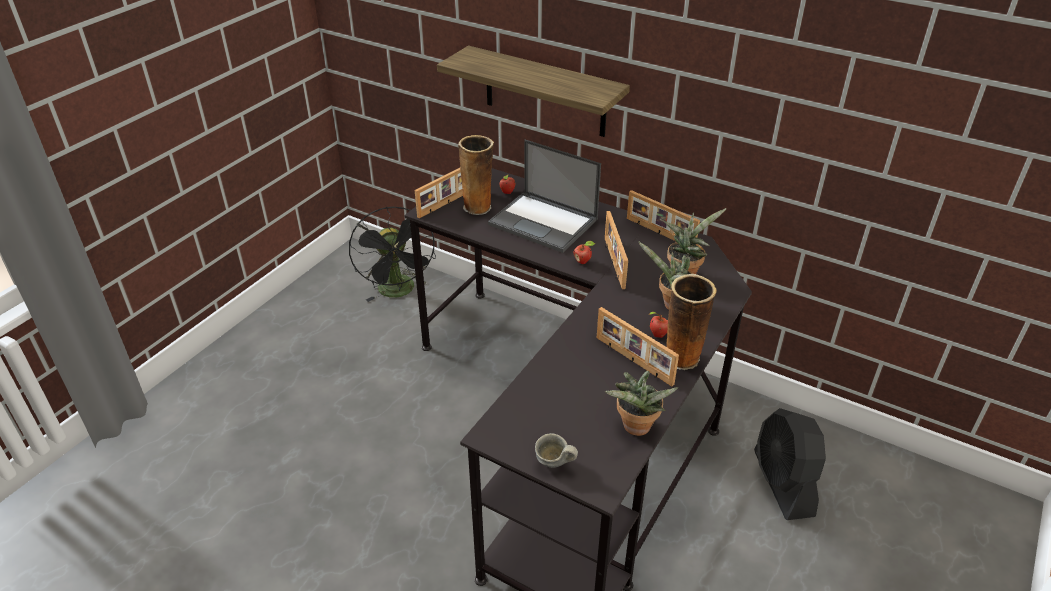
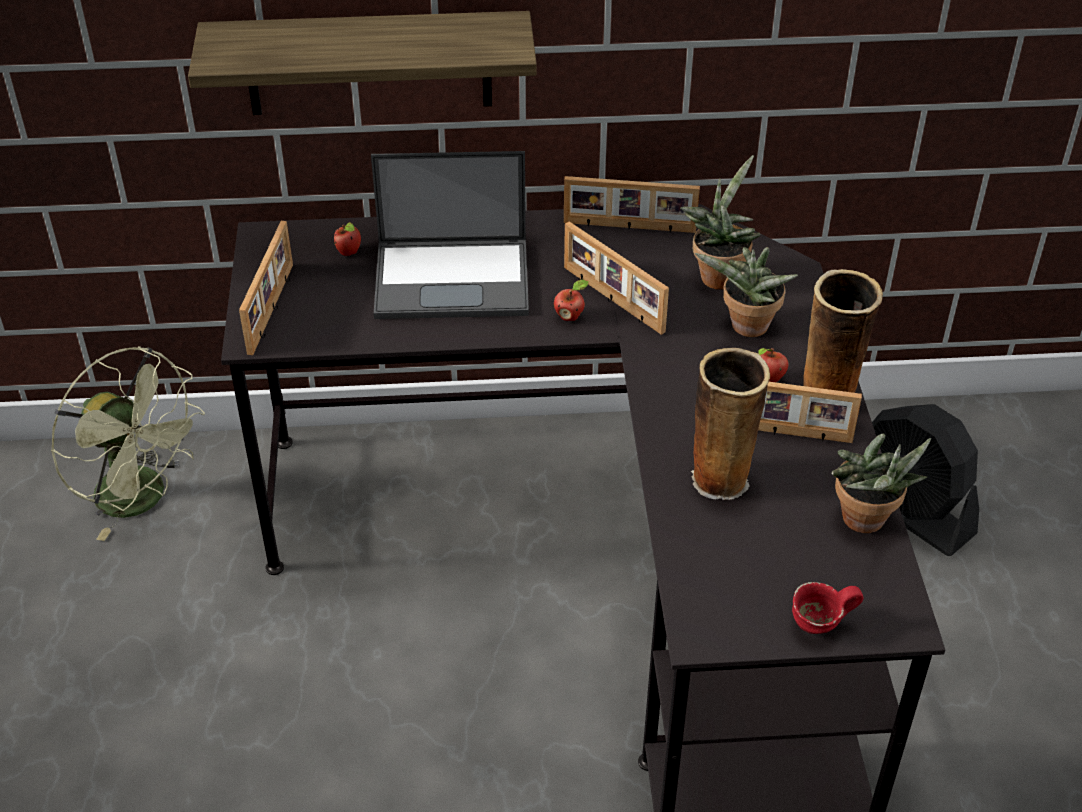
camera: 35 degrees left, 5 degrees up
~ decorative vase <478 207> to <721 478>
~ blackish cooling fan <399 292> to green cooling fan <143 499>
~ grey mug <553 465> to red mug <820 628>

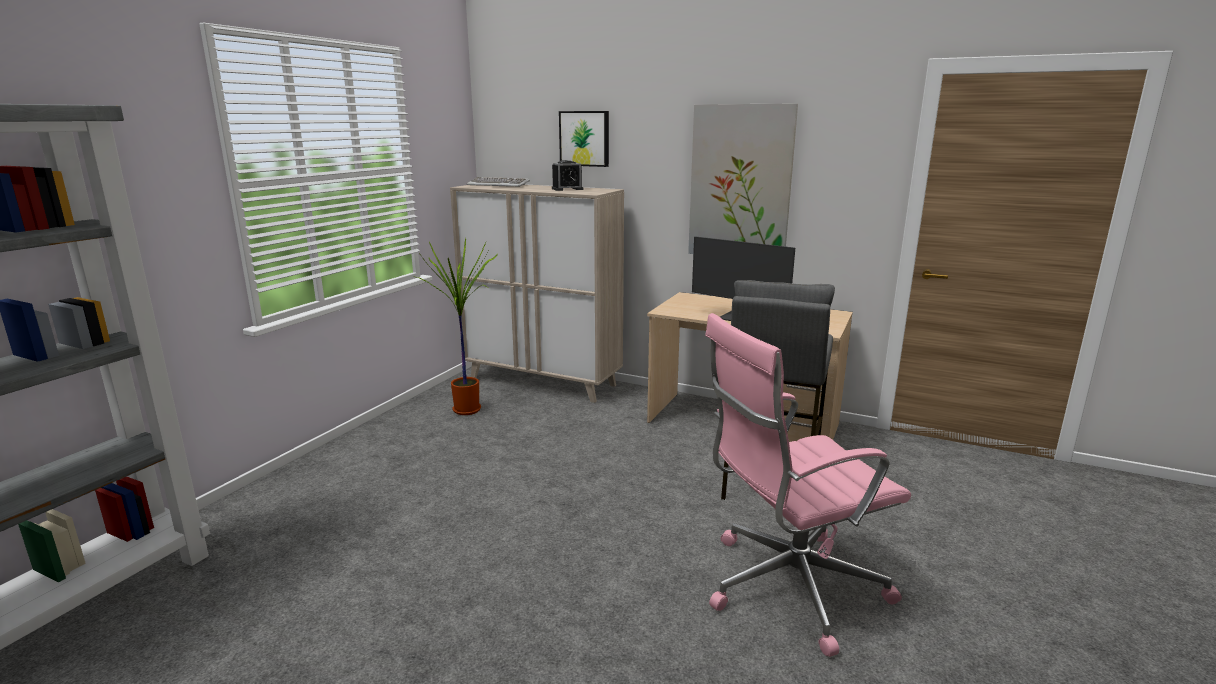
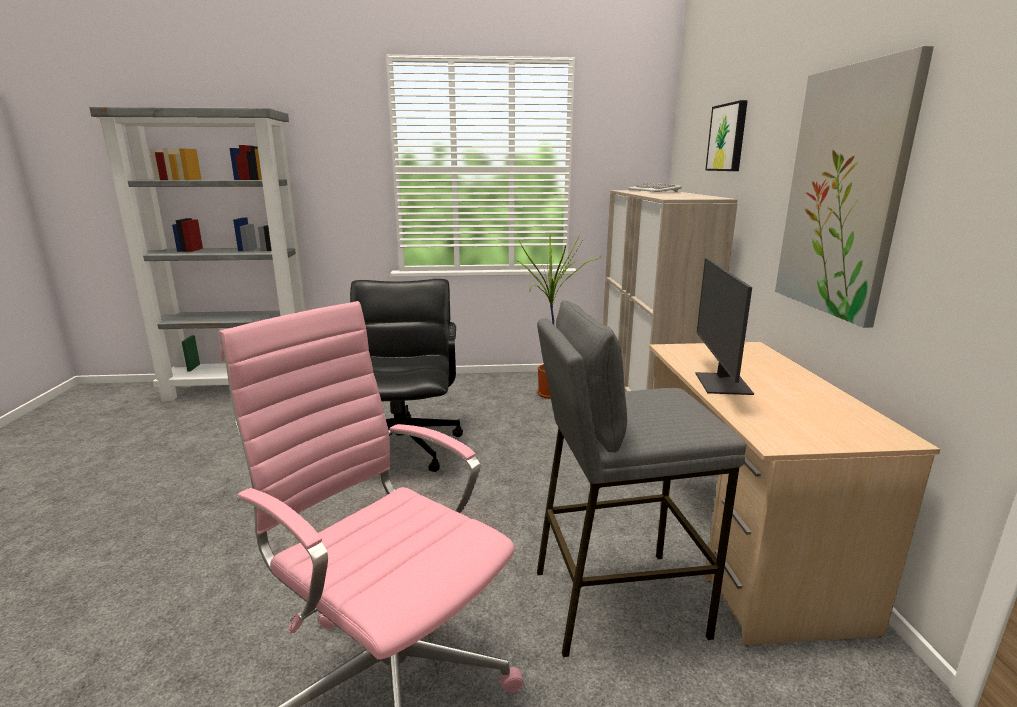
camera: 60 degrees right, 0 degrees up
- bedside clock <567 189>
+ blackish computer chair <403 446>

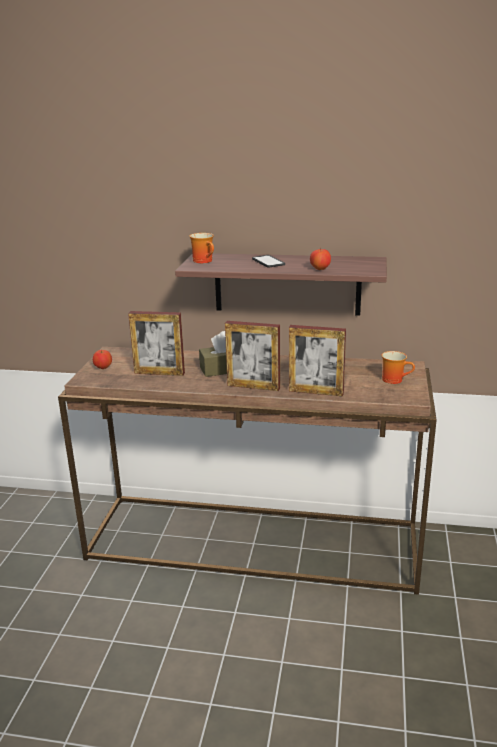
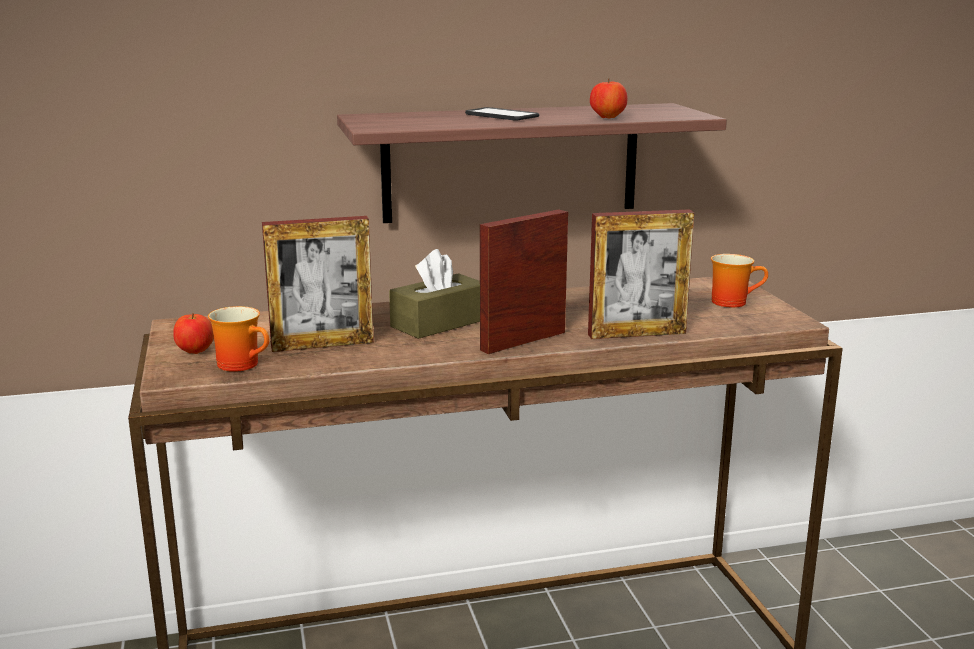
camera: 25 degrees left, 5 degrees down
~ mug <205 261> to <244 364>
~ photo frame <253 387> = <523 341> 150 degrees clockwise

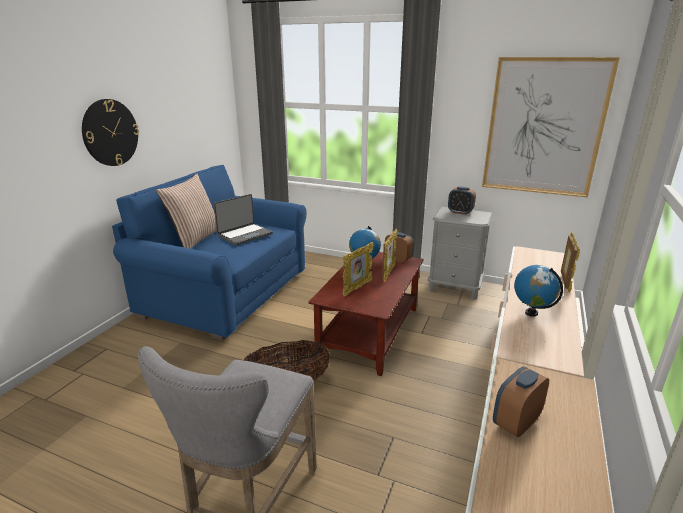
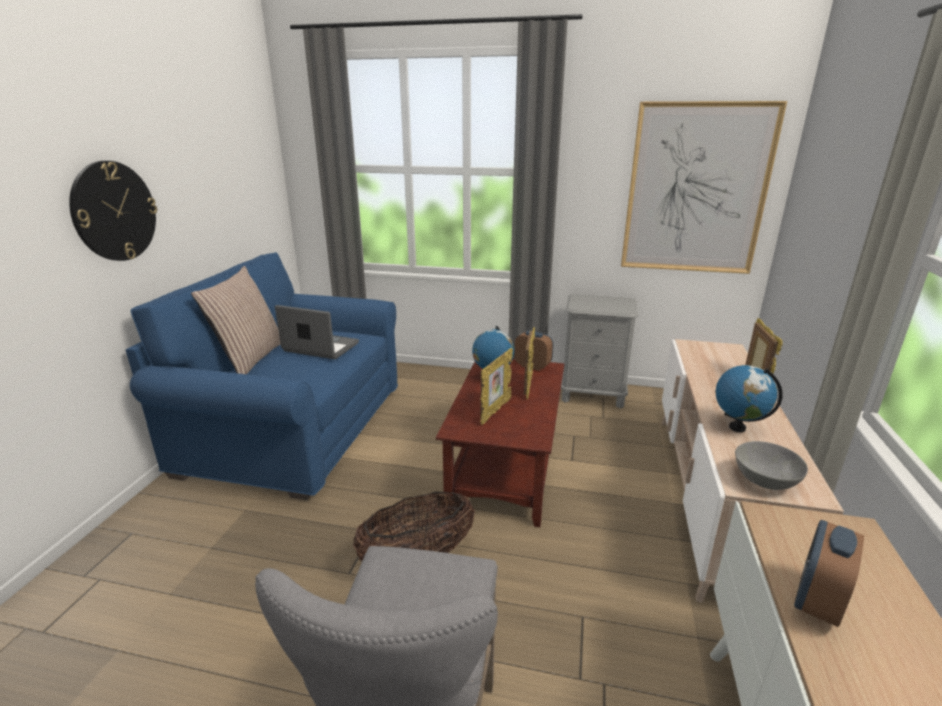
camera: 10 degrees left, 0 degrees up
- bedside clock <460 212>
~ laptop <244 235> = <320 348> 105 degrees counterclockwise
+ grey serving bowl <765 481>

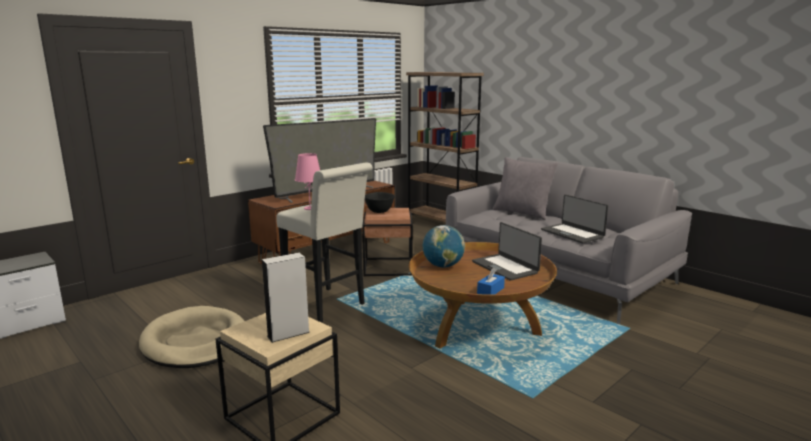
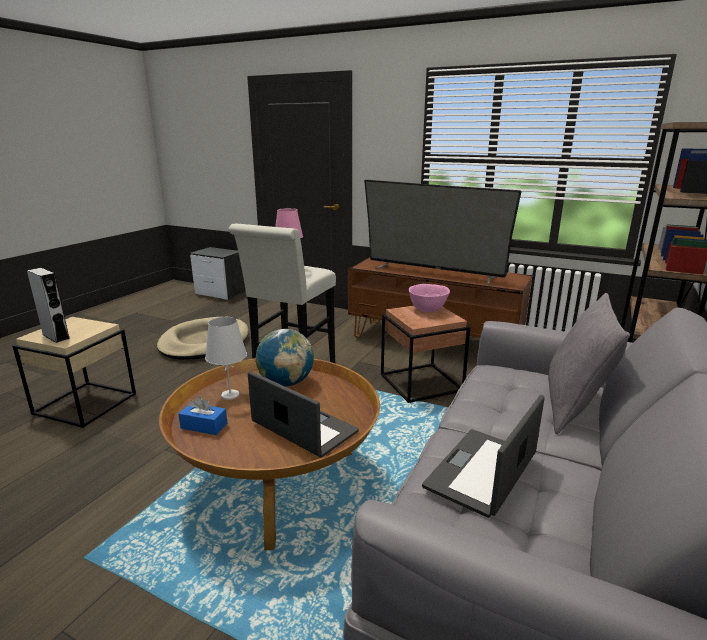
camera: 70 degrees right, 5 degrees up
~ blackish serving bowl <379 211> to pink-coloured serving bowl <428 310>
~ laptop <505 267> = <303 428> 90 degrees clockwise
+ whitish table lamp <230 395>

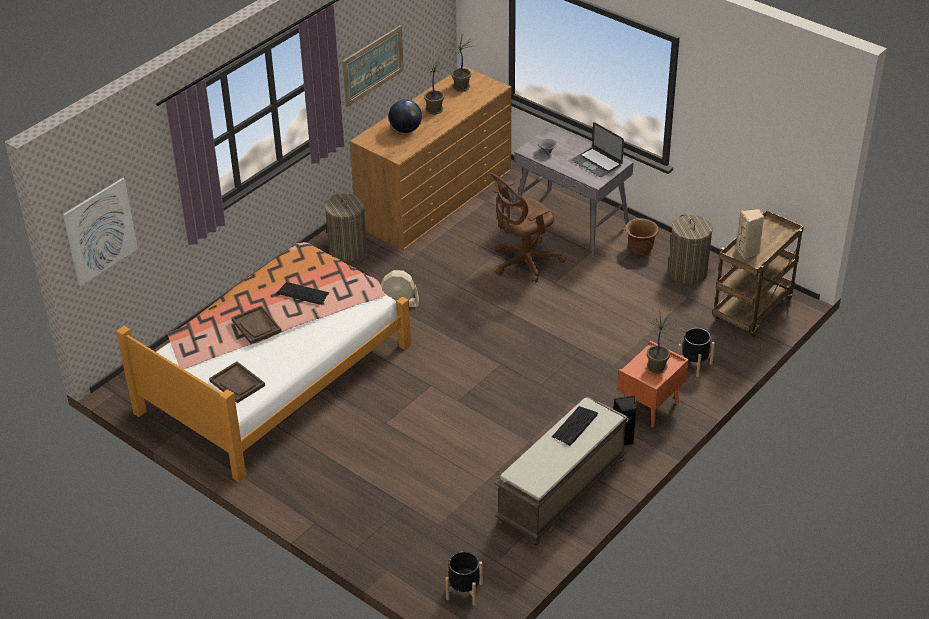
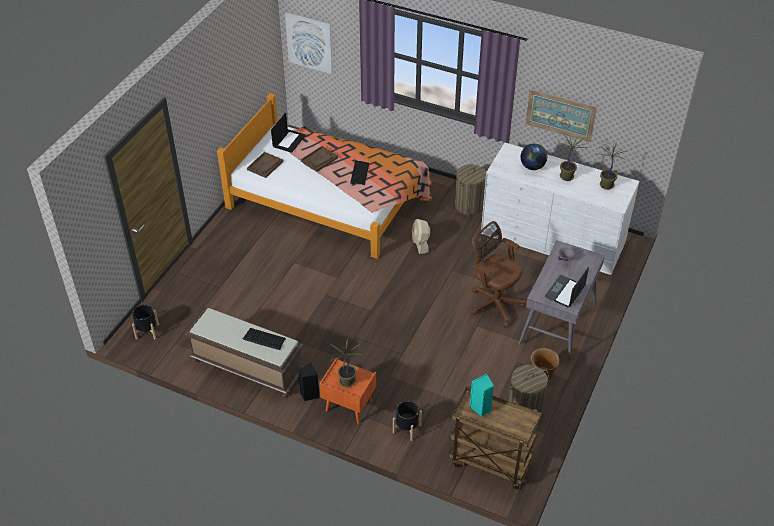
camera: 75 degrees right, 5 degrees up
~ brown dresser <435 197> to whitish dresser <552 238>
~ sand-coloured loudspeaker <748 252> to turquoise loudspeaker <481 408>
+ laptop <289 140>

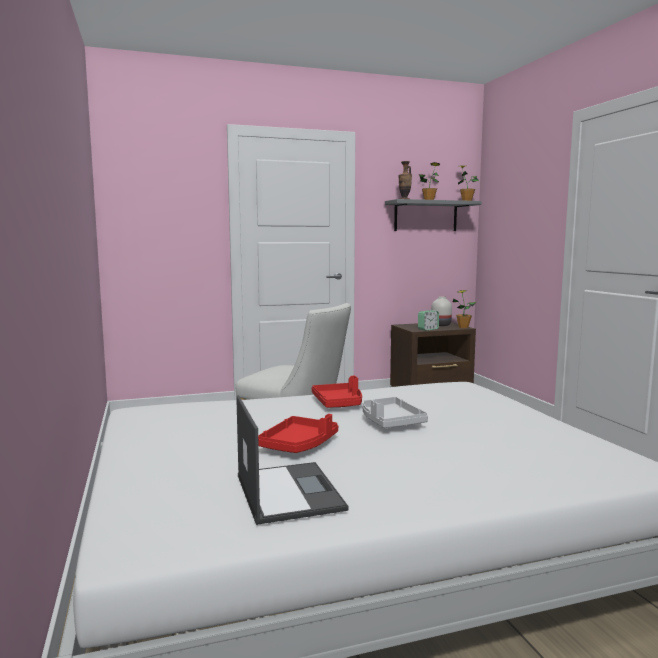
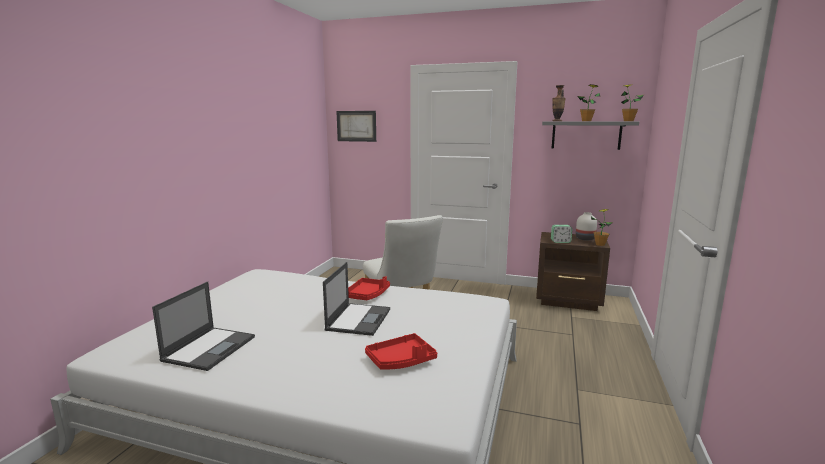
camera: 35 degrees right, 5 degrees up
~ grey tray <390 422> to laptop <359 319>
~ red tray <299 445> to <401 360>
+ wall picture <356 126>

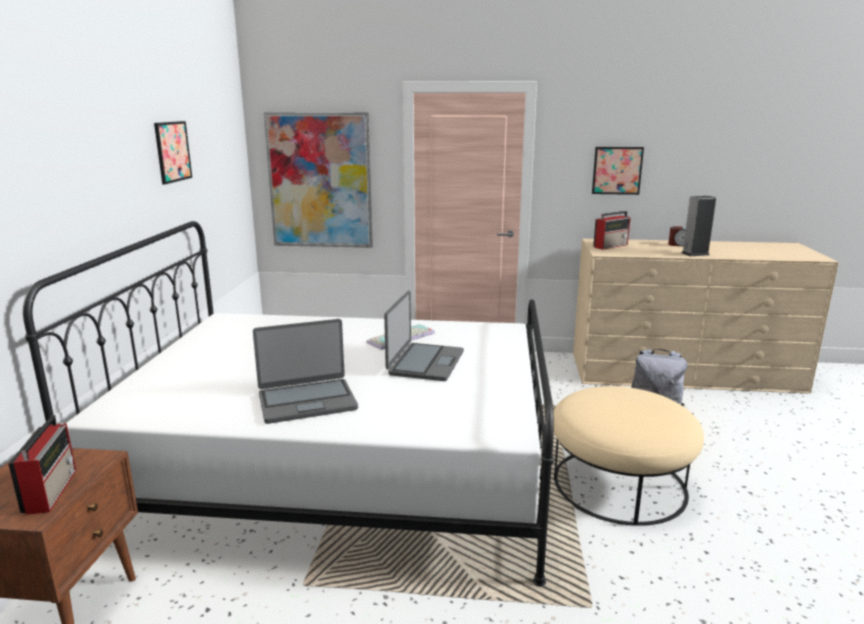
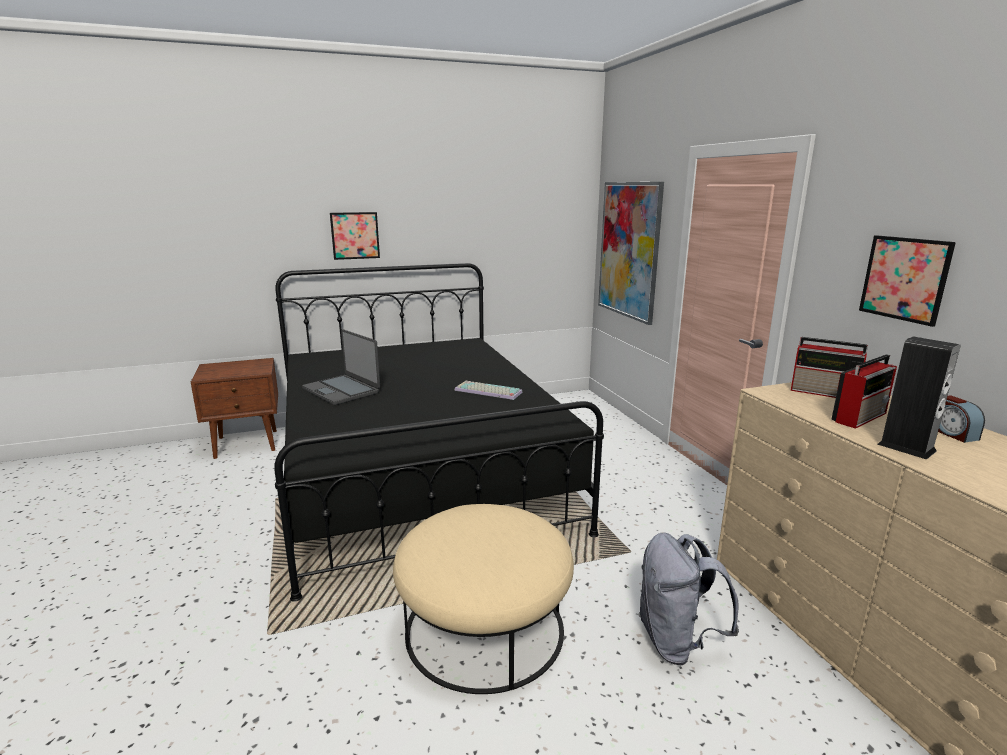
camera: 65 degrees right, 0 degrees up
~ wall picture <172 151> to <355 235>
~ whitish sleeping bed <342 468> to blackish sleeping bed <417 472>
- laptop <425 363>
~ radio receiver <51 490> to <860 417>

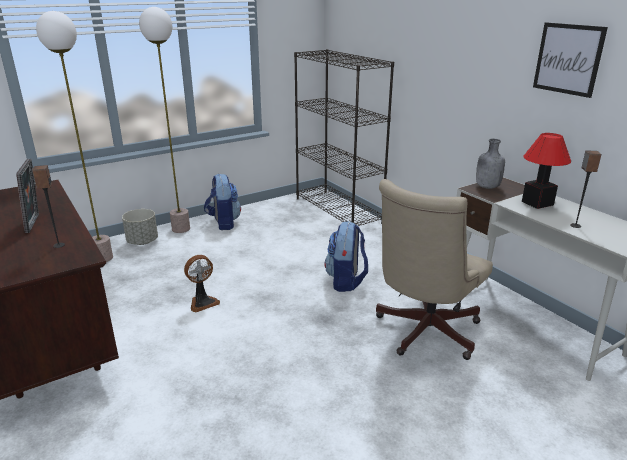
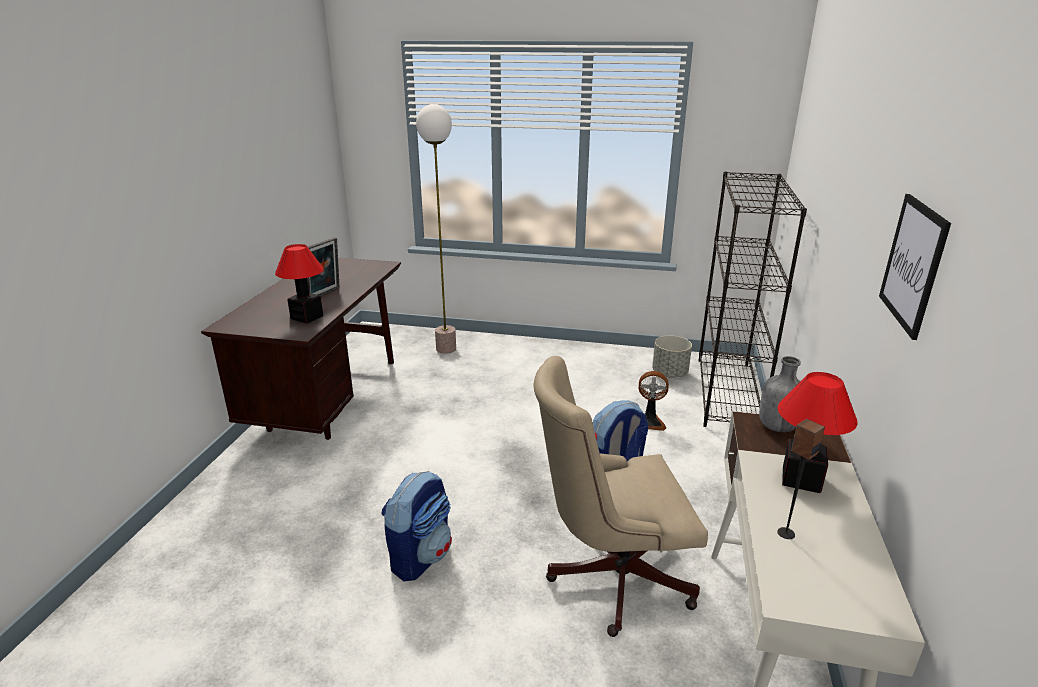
camera: 45 degrees right, 0 degrees up
- standing lamp <181 229>
~ loudspeaker <58 245> to table lamp <306 317>
~ backpack <223 223> to <420 556>
~ grey planter <143 241> to <670 373>
~ cooling fan <202 302> to <649 422>

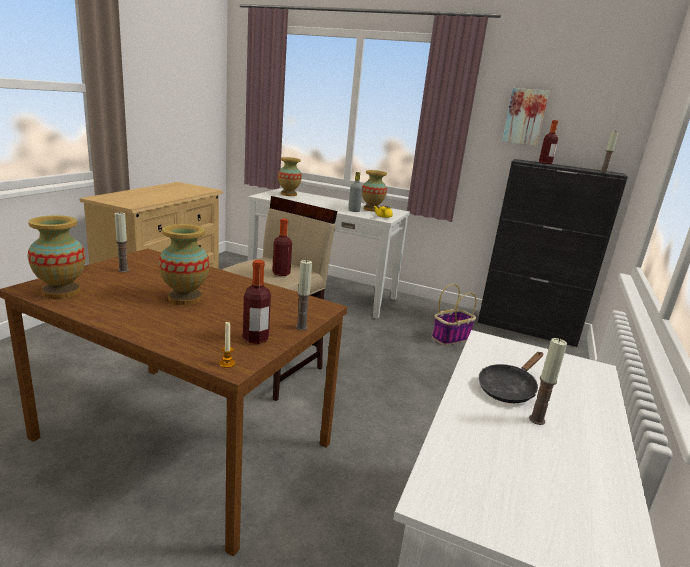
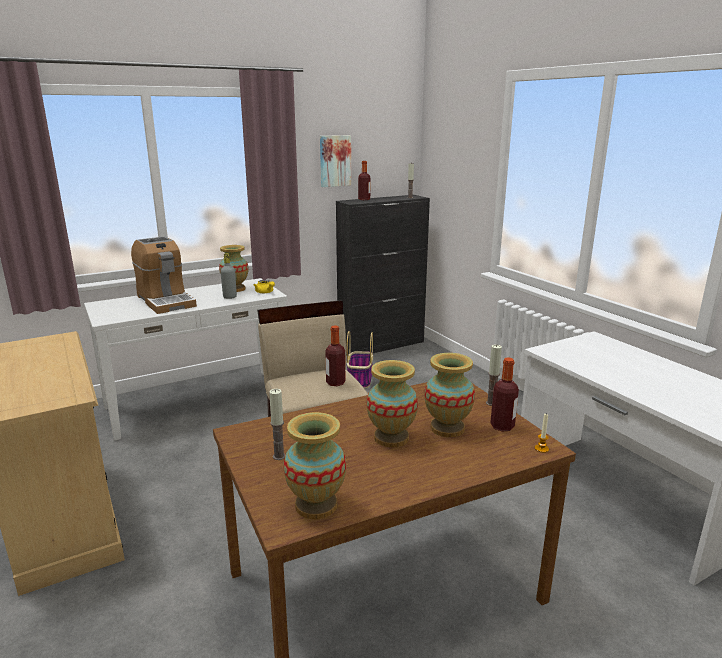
camera: 50 degrees left, 0 degrees up
~ decorative vase <288 194> to <447 428>
- candle <536 420>
- blackish skillet <508 388>
+ coffee brewer <165 301>

